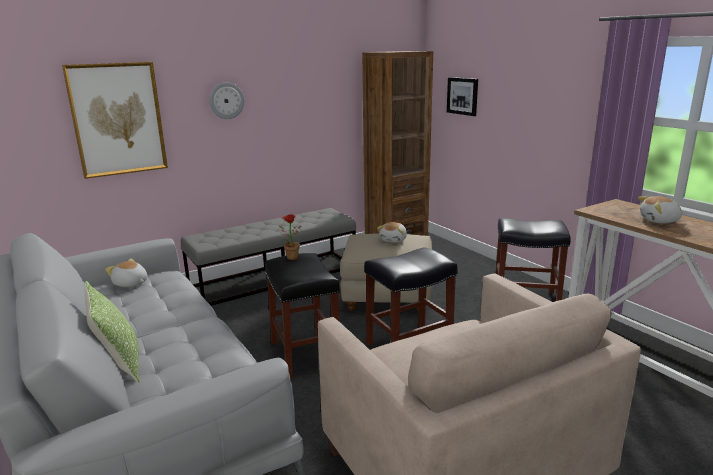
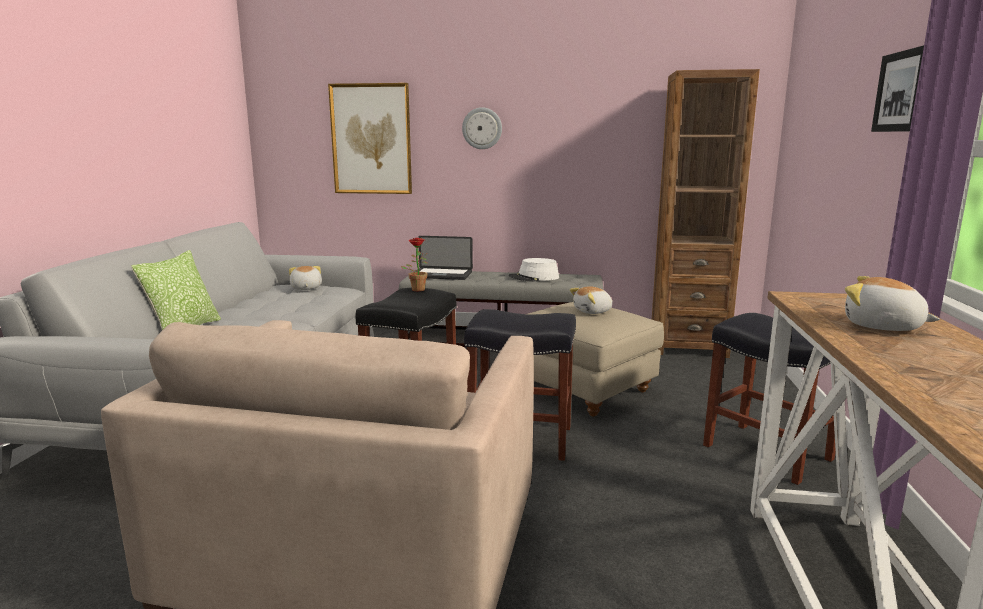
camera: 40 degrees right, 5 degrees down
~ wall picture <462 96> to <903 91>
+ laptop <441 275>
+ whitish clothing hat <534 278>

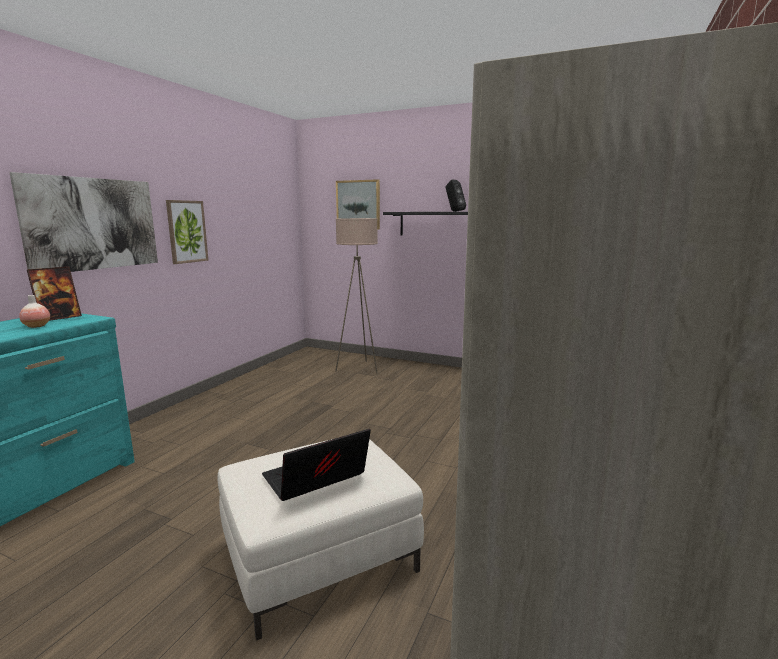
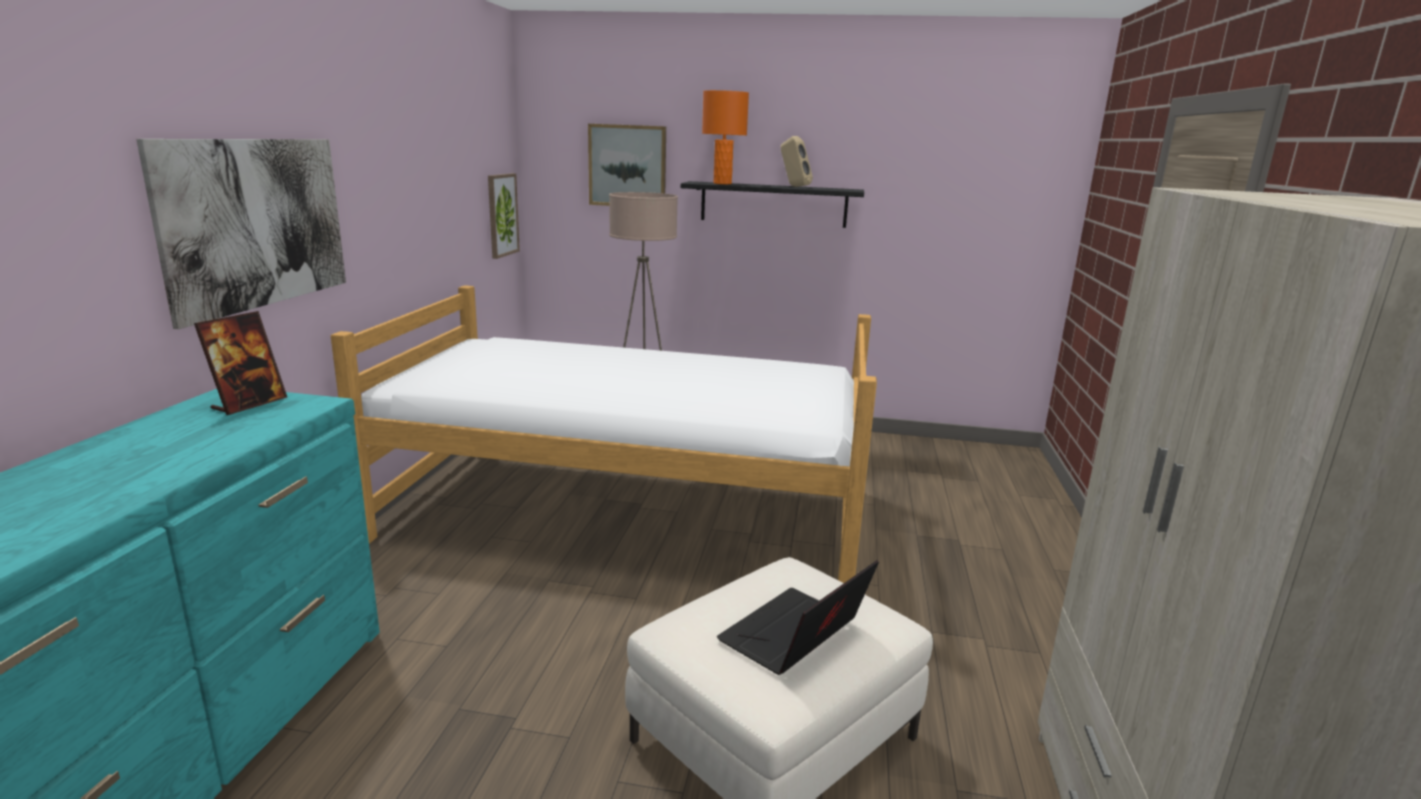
camera: 15 degrees left, 5 degrees up
~ blackish loudspeaker <454 211> to sand-coloured loudspeaker <793 186>
~ wall picture <186 231> to <502 215>
- decorative vase <36 326>
+ orange table lamp <722 183>
+ sleeping bed <627 512>

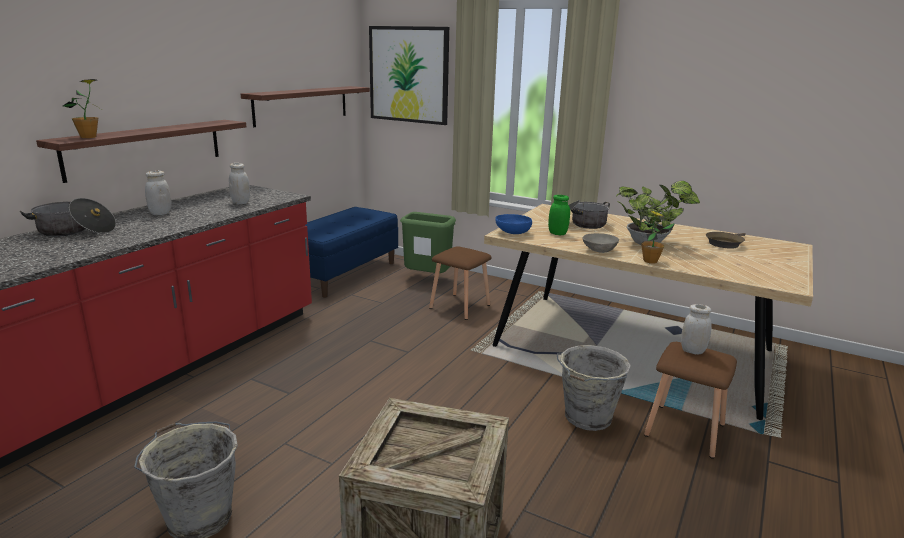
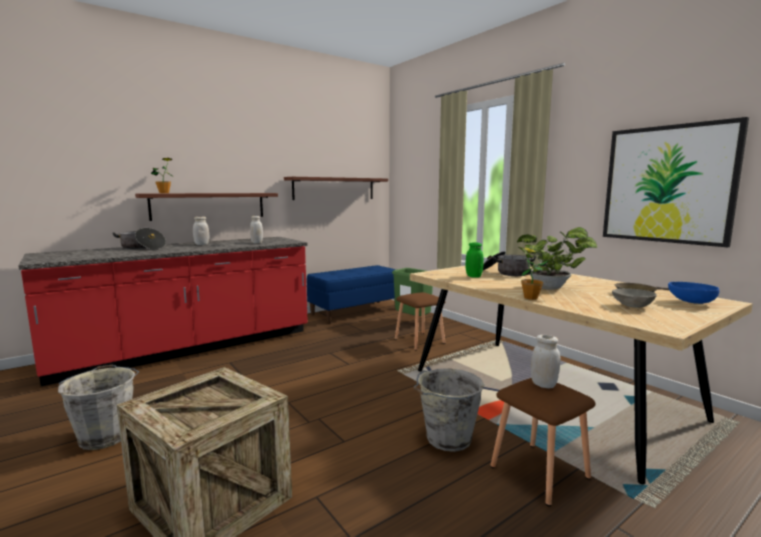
camera: 25 degrees right, 10 degrees down
~ wall picture <409 75> to <667 184>
~ blue serving bowl <512 233> to <690 302>
~ grey serving bowl <599 250> to <633 306>

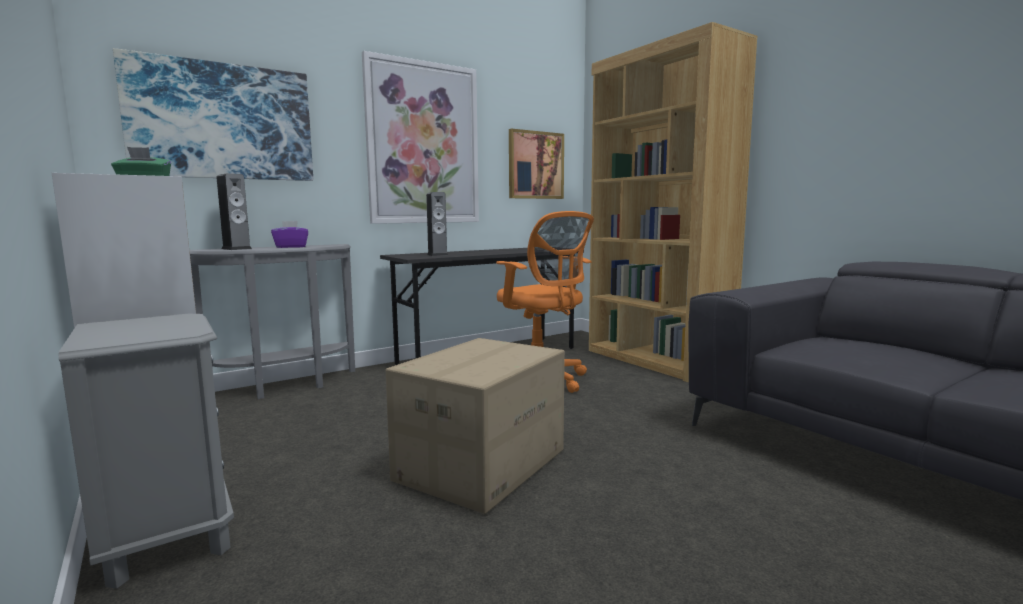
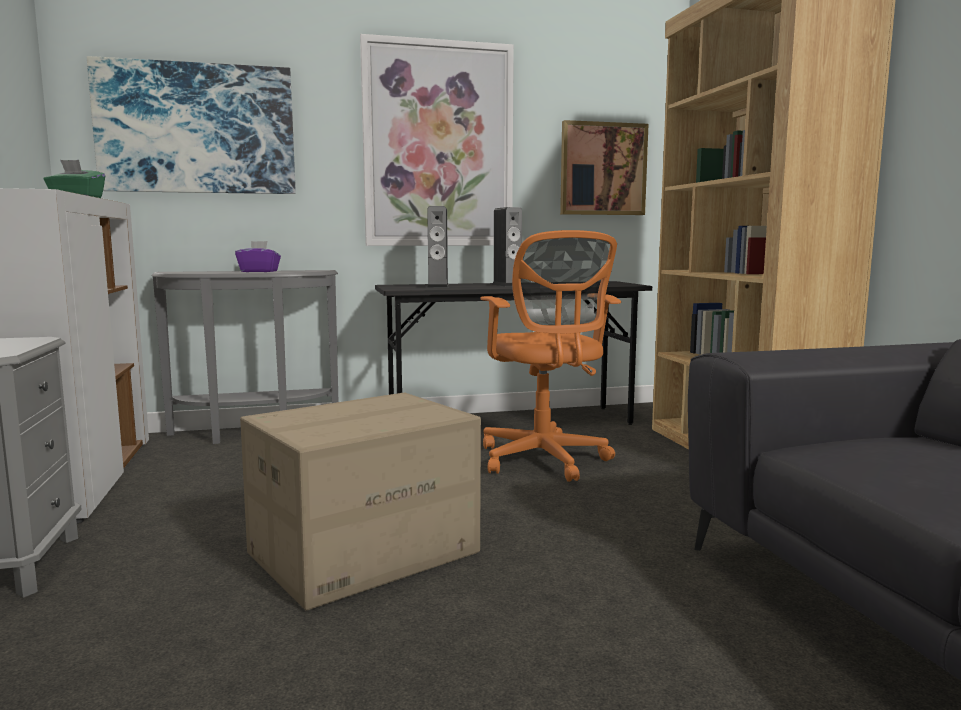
camera: 20 degrees right, 0 degrees up
~ loudspeaker <236 249> to <507 285>

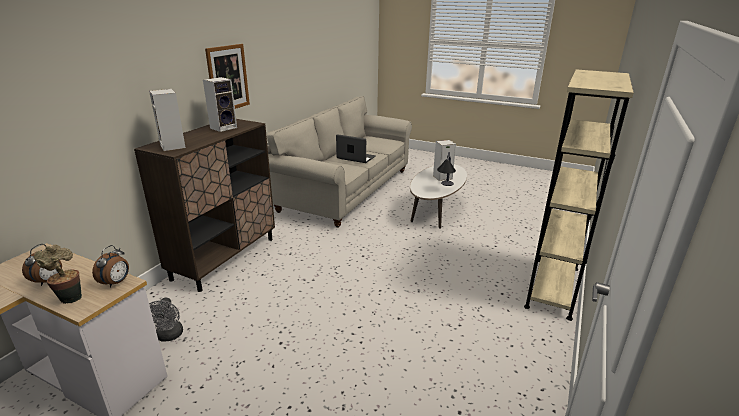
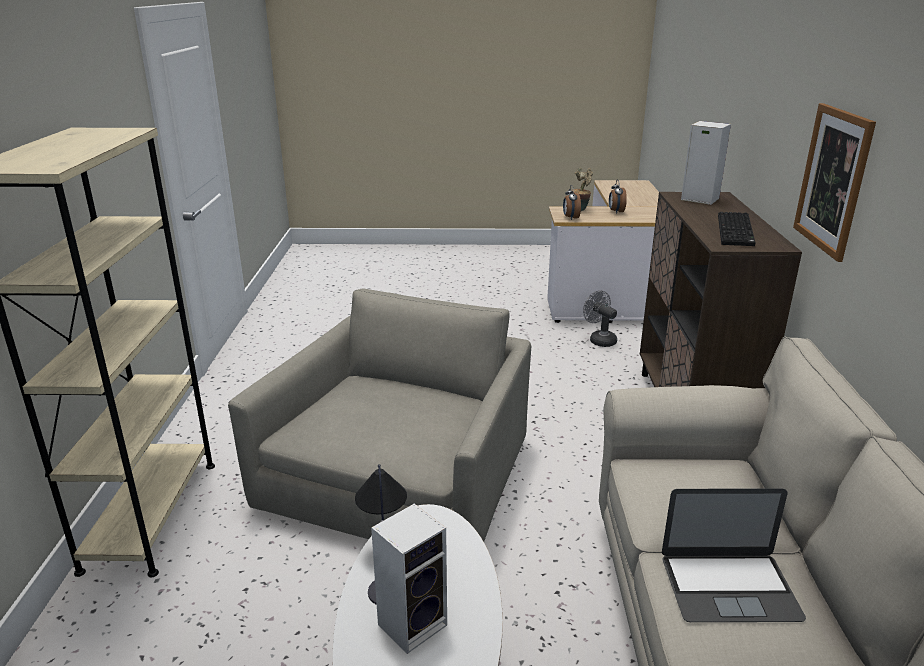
camera: 155 degrees right, 0 degrees up
~ loudspeaker <224 127> to computer keyboard <737 231>
+ grey easy chair <401 476>

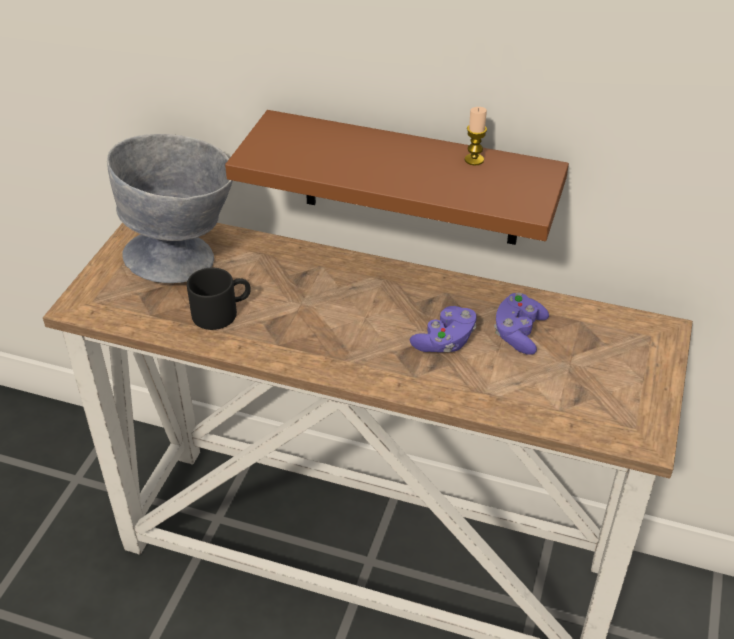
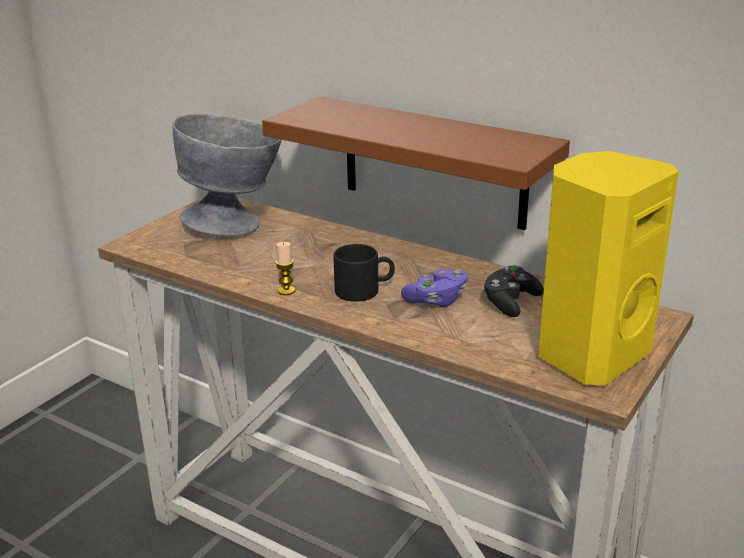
camera: 15 degrees right, 15 degrees down
~ candle <474 160> to <286 291>
~ blackish mug <222 312> to <364 290>
~ purple-coloured gamepad <518 333> to blackish gamepad <510 303>
+ yellow-coloured loudspeaker <589 355>

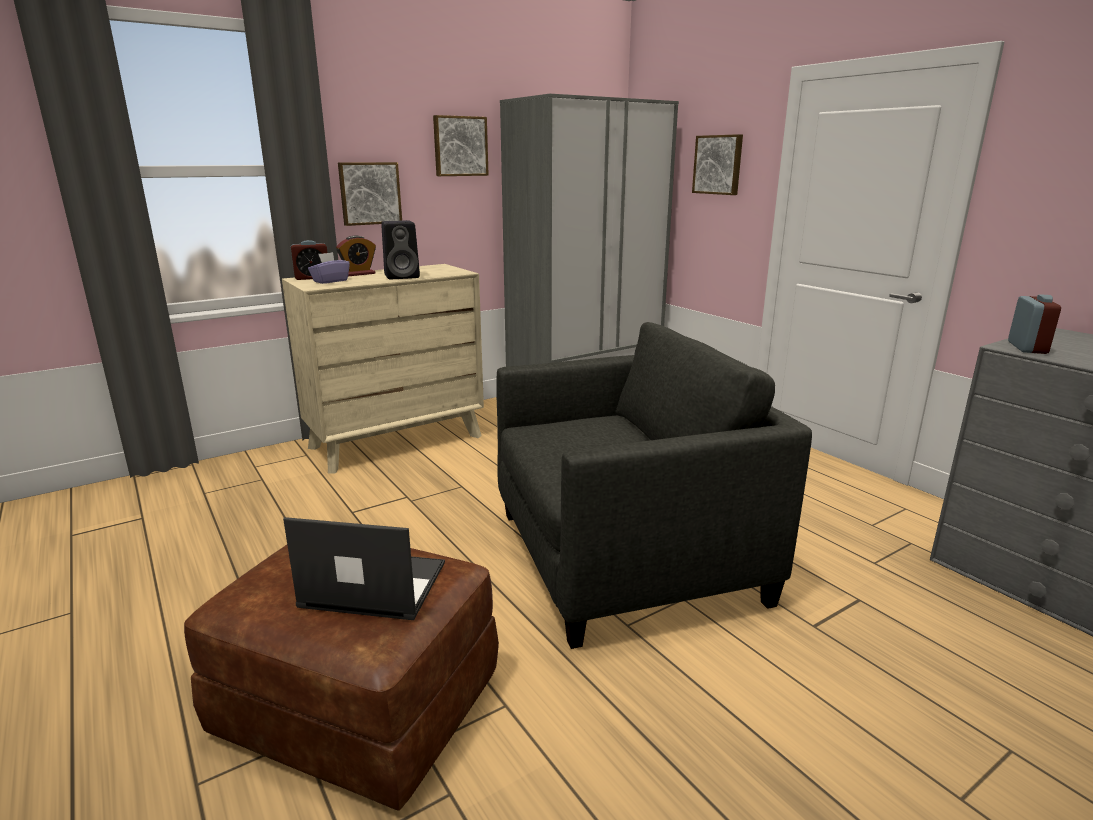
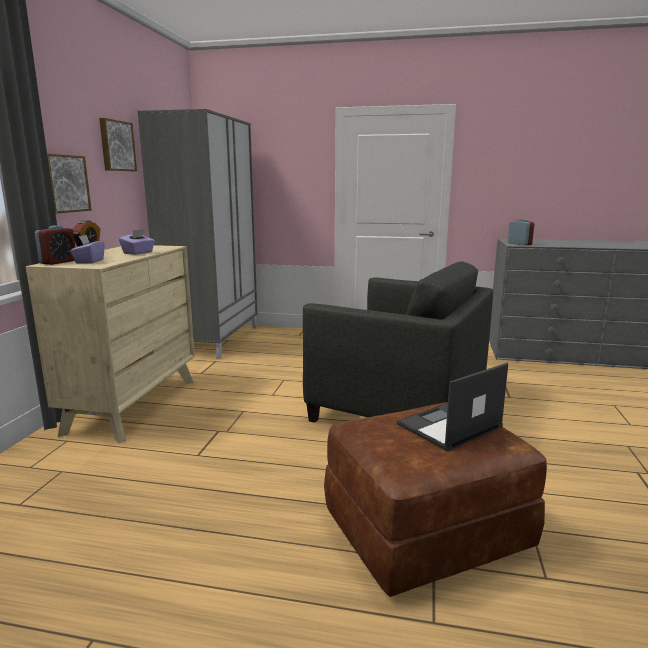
camera: 45 degrees left, 5 degrees down
- wall picture <718 164>
~ blackish loudspeaker <403 276> to purple-coloured tissue holder <138 253>
~ grey easy chair <625 556> = <398 405> 90 degrees clockwise

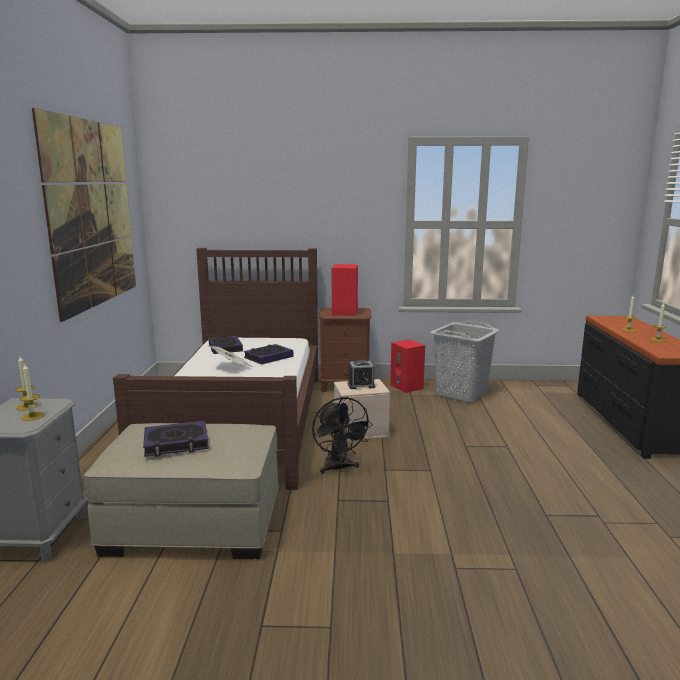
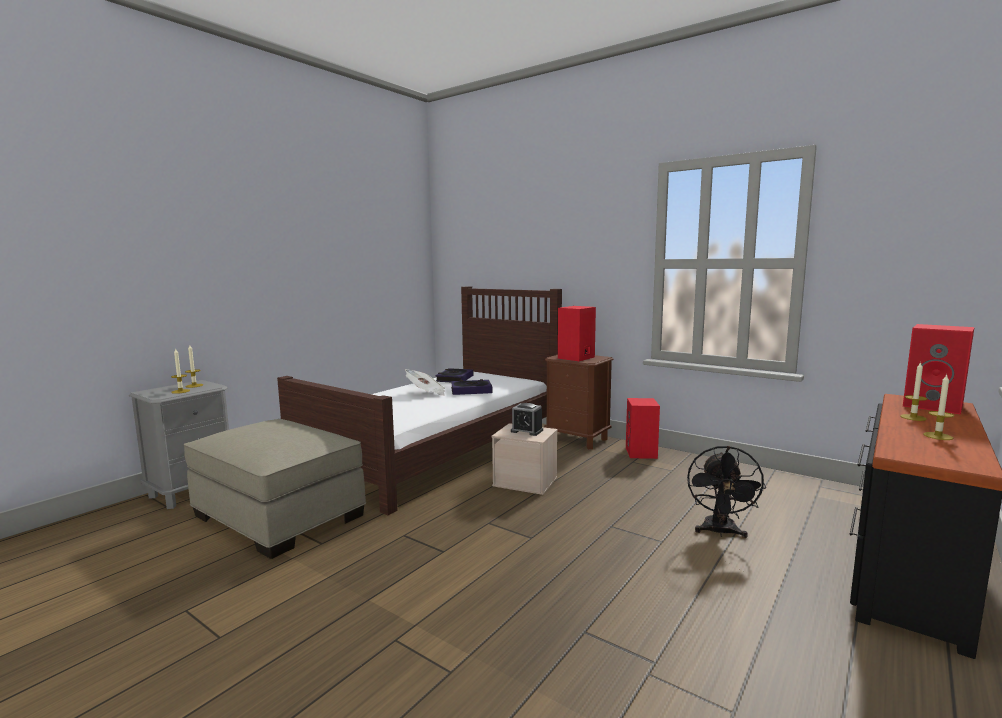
camera: 35 degrees right, 5 degrees down
- wall picture <92 214>
- grey washing basket <461 394>
~ blackish cooling fan <338 468> to <720 532>
- book <176 443>
+ red loudspeaker <934 406>

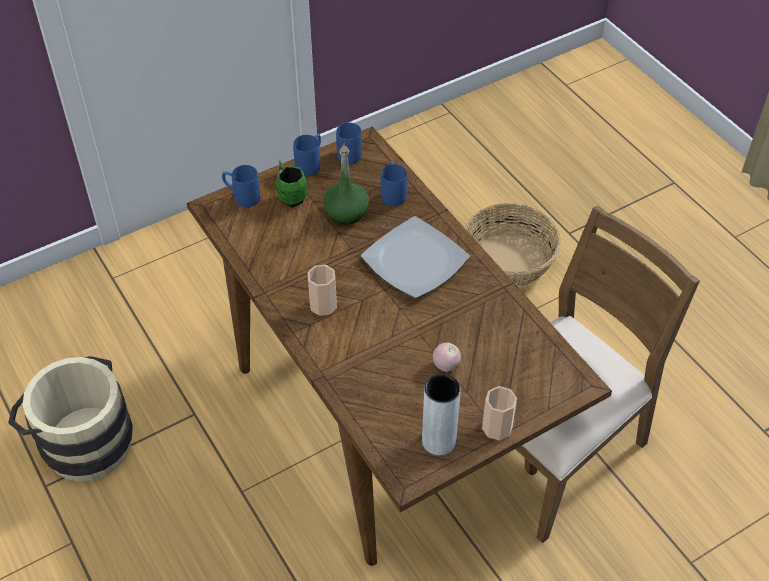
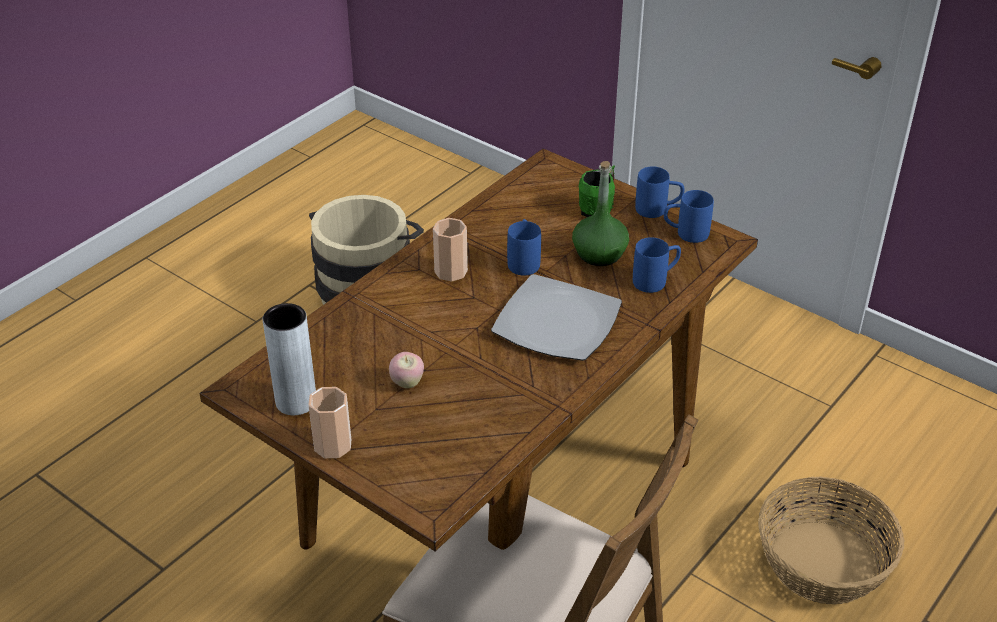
camera: 70 degrees right, 10 degrees down
~ blue mug <242 196> to <523 260>

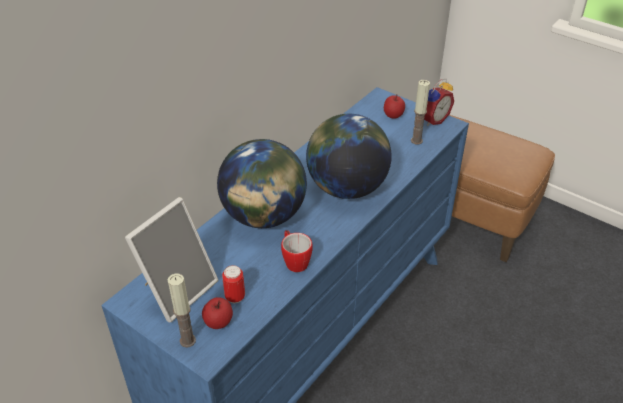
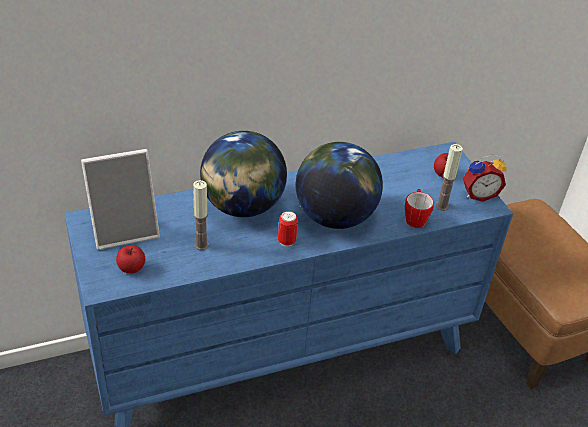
camera: 30 degrees right, 0 degrees up
~ mug <294 261> to <415 218>
~ can <235 297> to <286 241>
~ candle <188 340> to <201 245>

